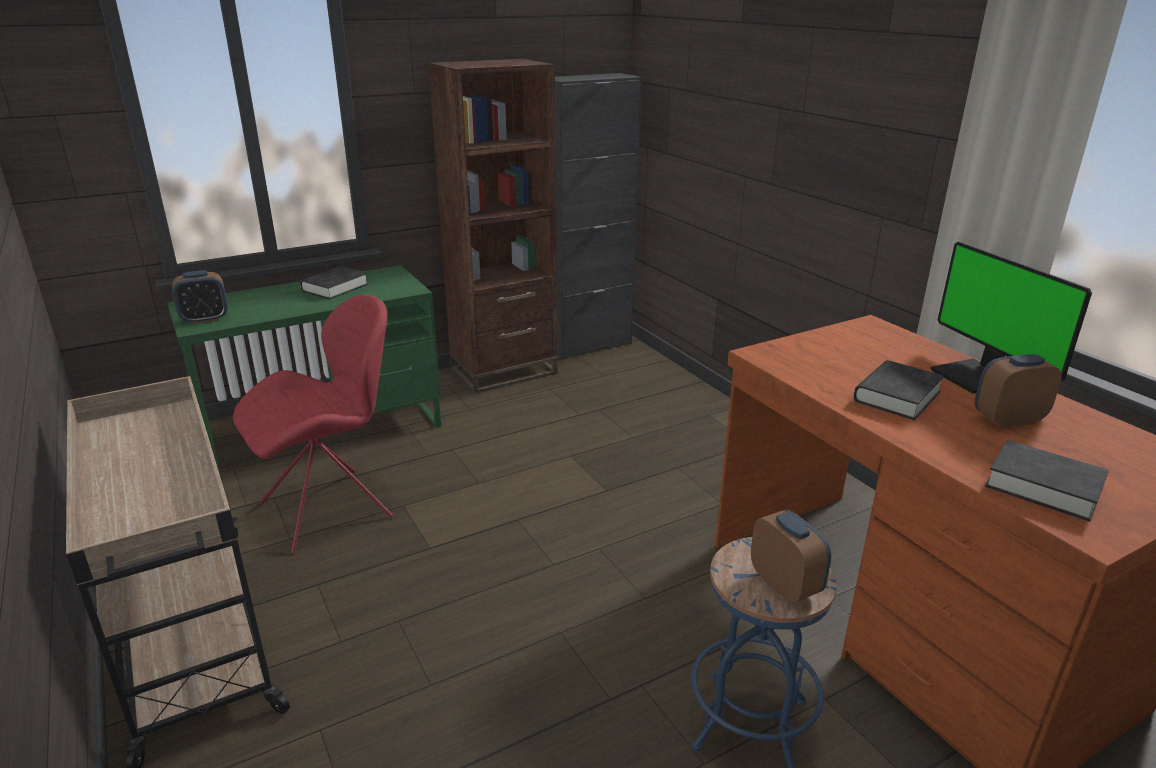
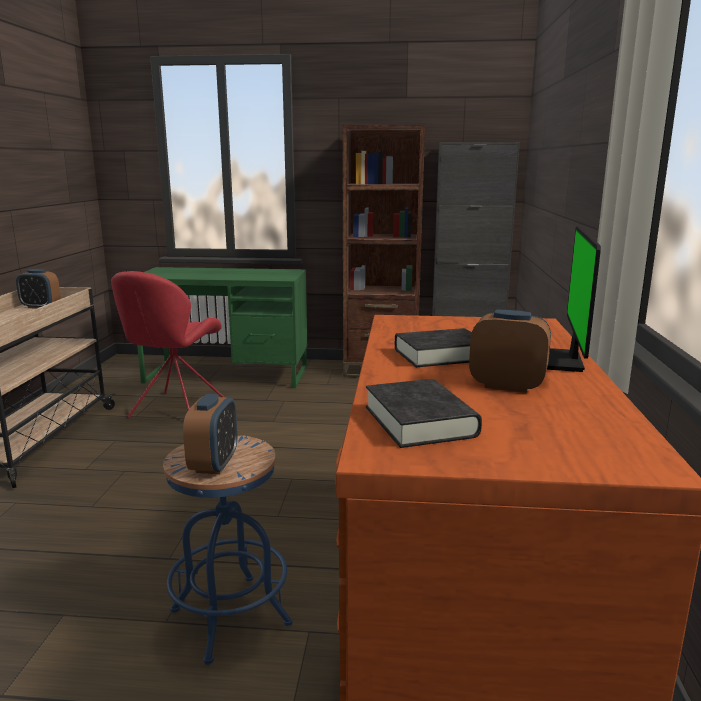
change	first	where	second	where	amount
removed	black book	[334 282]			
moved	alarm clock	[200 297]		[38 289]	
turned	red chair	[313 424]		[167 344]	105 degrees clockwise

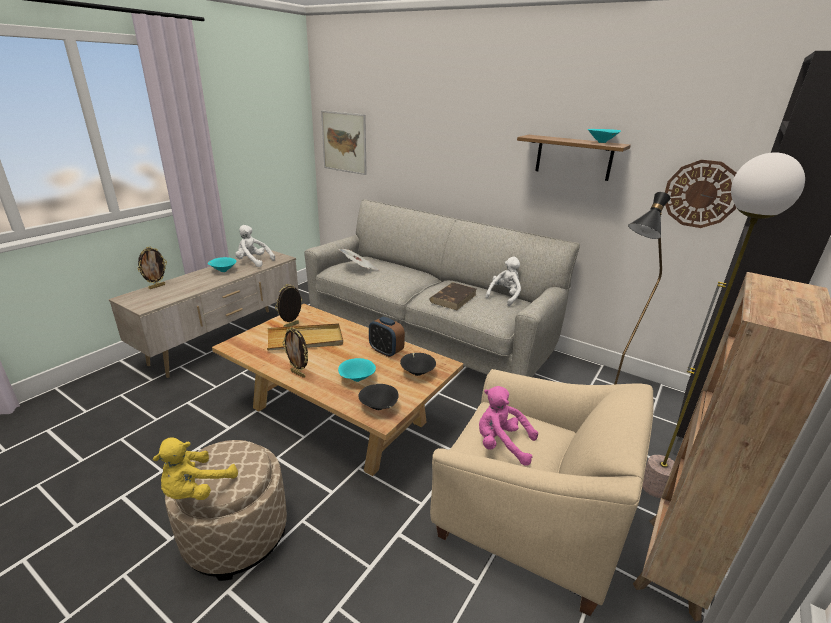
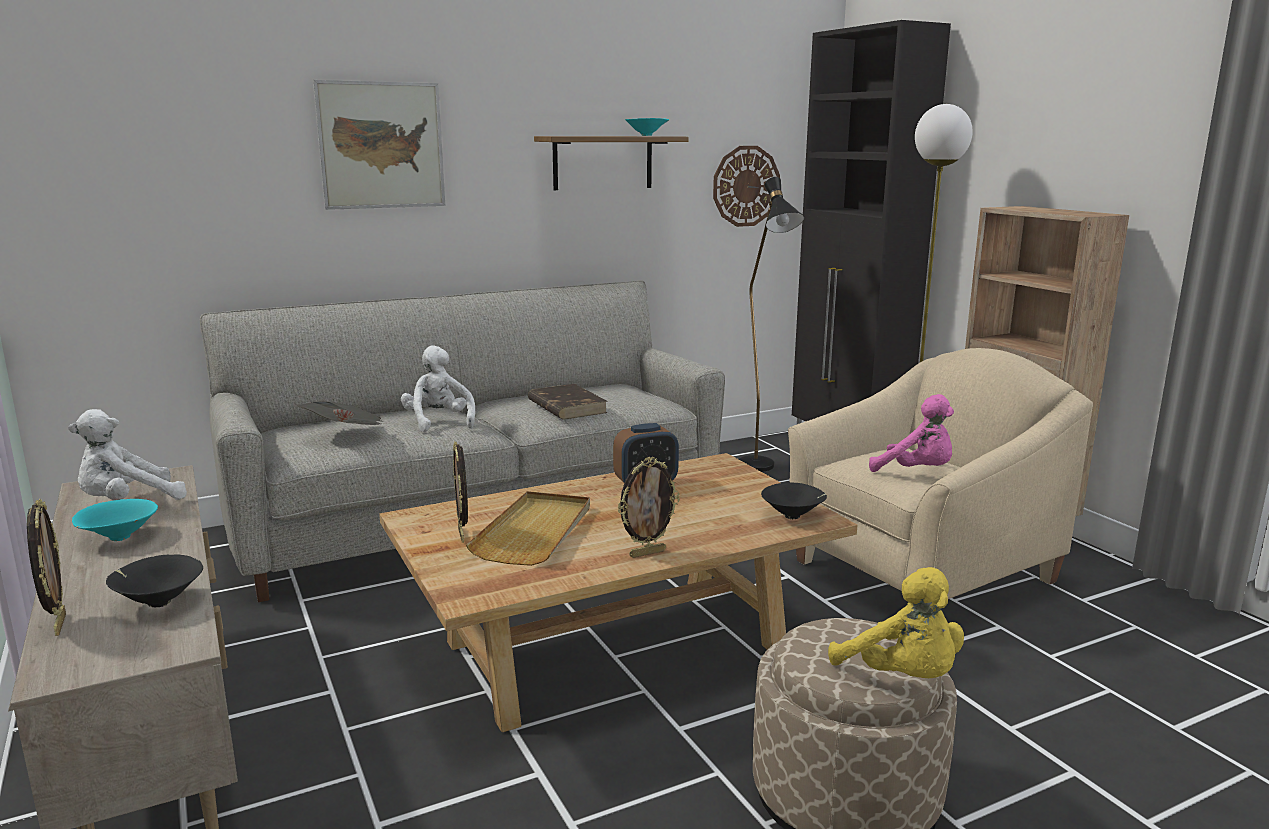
change	first	where	second	where	amount
removed	turquoise bowl	[357 370]			
moved	picture	[344 143]		[379 145]	
moved	black bowl	[418 364]		[154 580]	
moved	white plush toy	[503 281]		[438 388]	
turned	pink plush toy	[508 426]		[911 433]	105 degrees counterclockwise

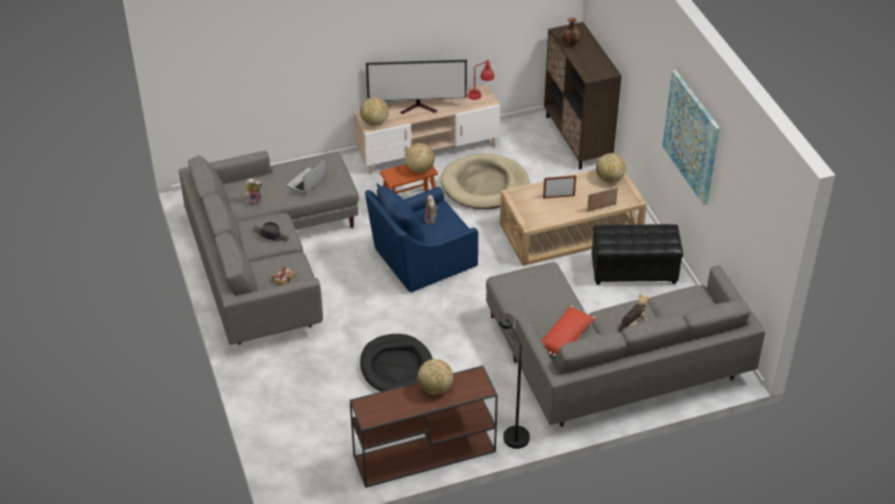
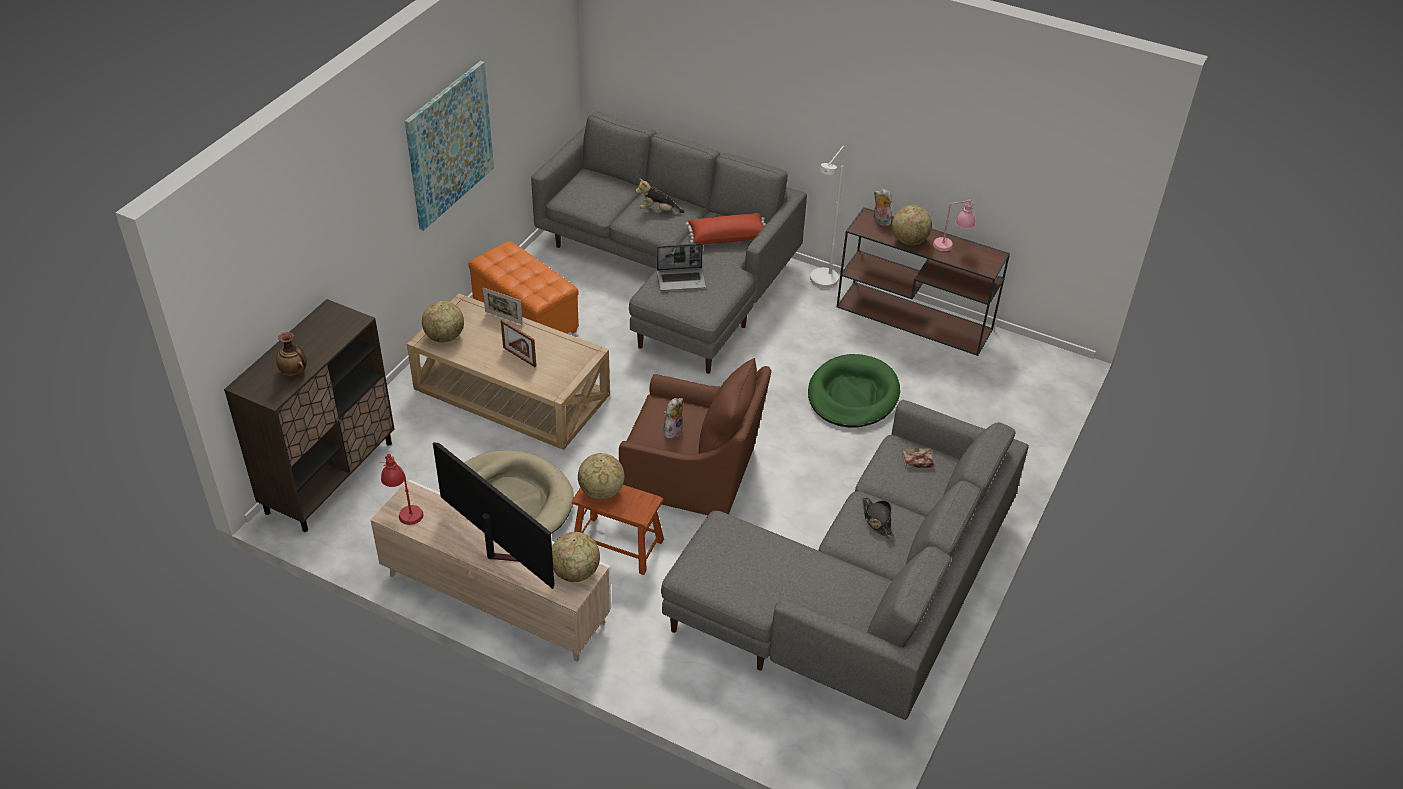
change	first	where	second	where	amount
added			pink table lamp	[954 224]	
moved	plush toy	[254 192]		[882 207]	
moved	laptop	[307 177]		[681 267]	
recoloured	black dog bed	[396 363]	green dog bed	[854 391]	
recoloured	blue armchair	[421 237]	brown armchair	[695 436]	
recoloured	black floor lamp	[514 381]	white floor lamp	[827 217]	
recoloured	black ottoman	[637 254]	orange ottoman	[523 287]	

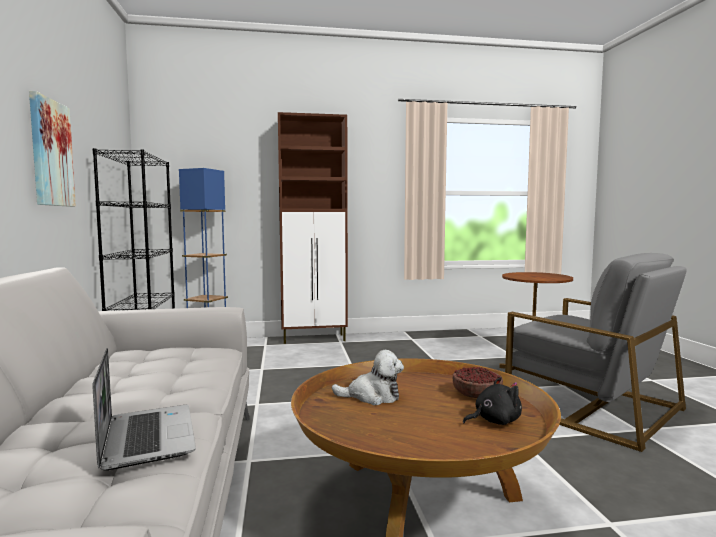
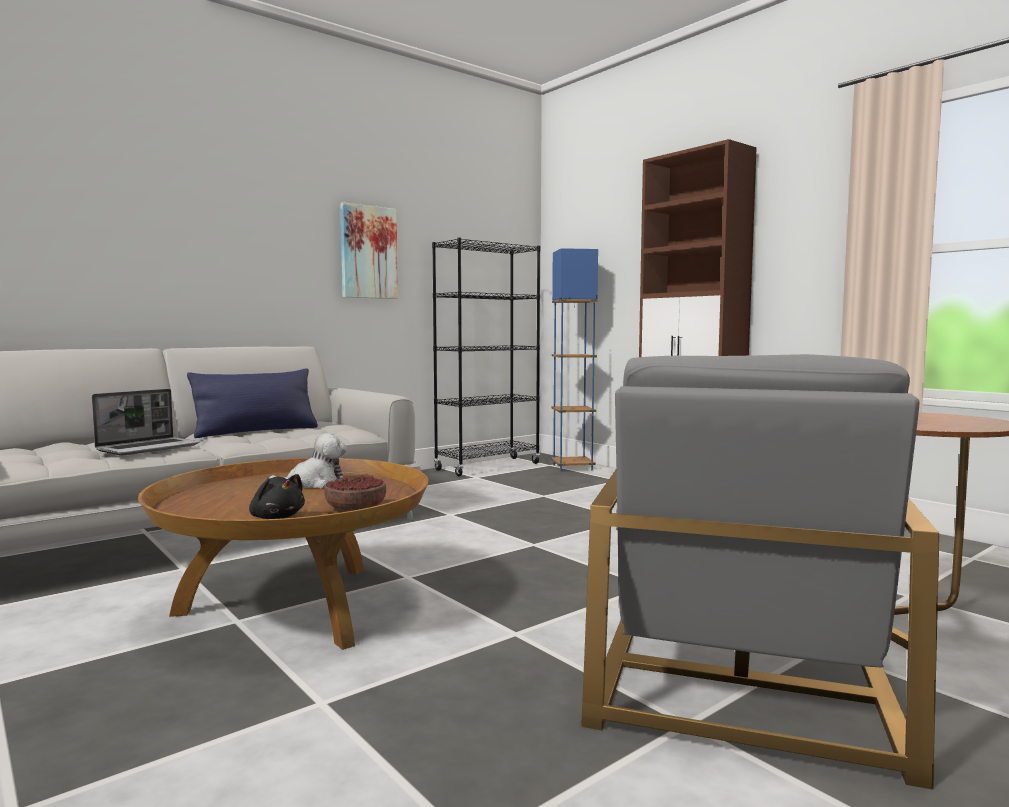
change	first	where	second	where	amount
added			blue pillow	[252 403]	
turned	plush toy	[368 377]		[308 460]	90 degrees counterclockwise

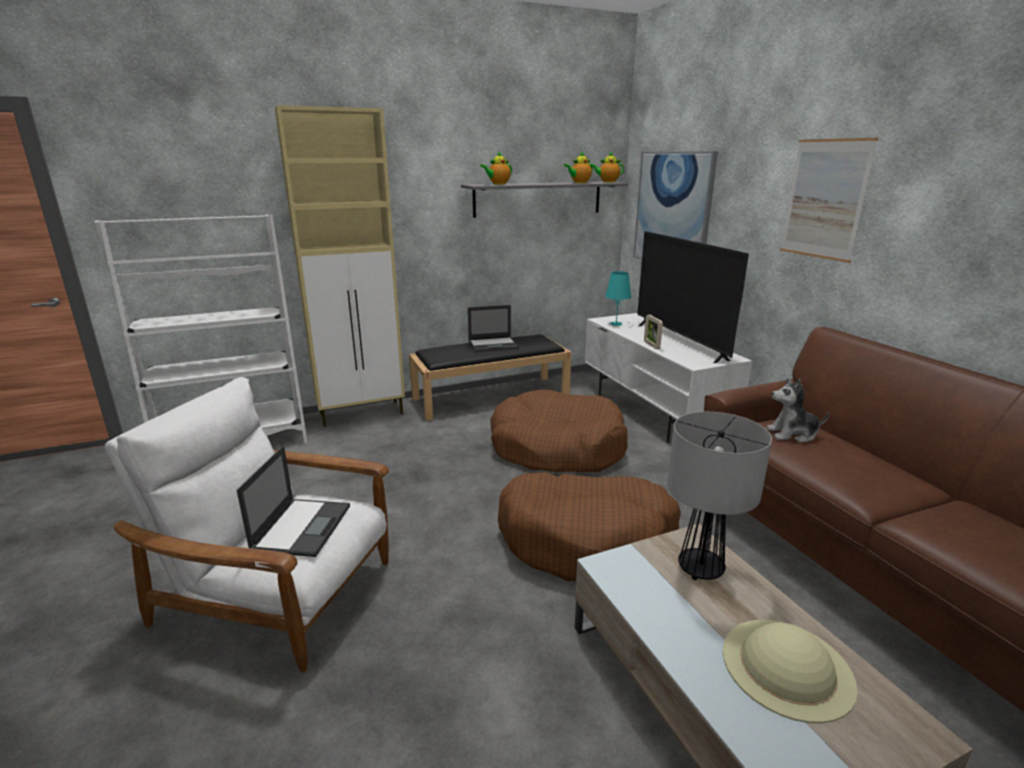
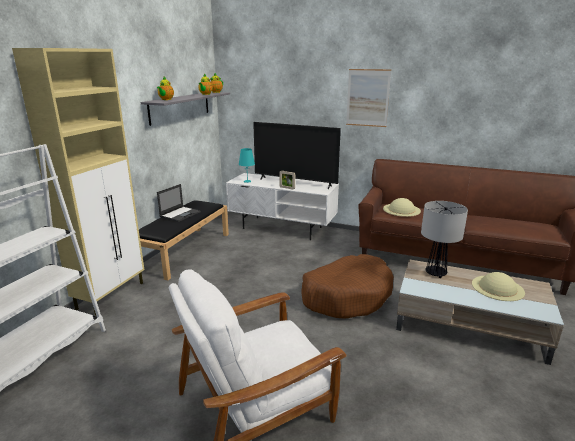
change	first	where	second	where	amount
removed	laptop	[293 501]			
removed	brown dog bed	[559 430]			
removed	picture	[675 205]			
replaced	plush toy	[798 410]	beige hat	[402 207]	

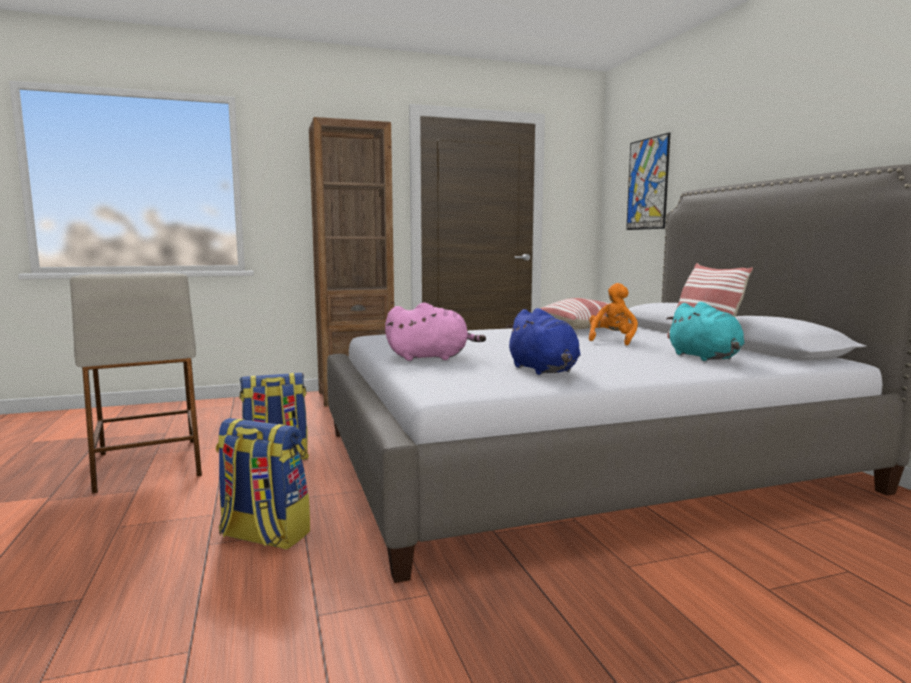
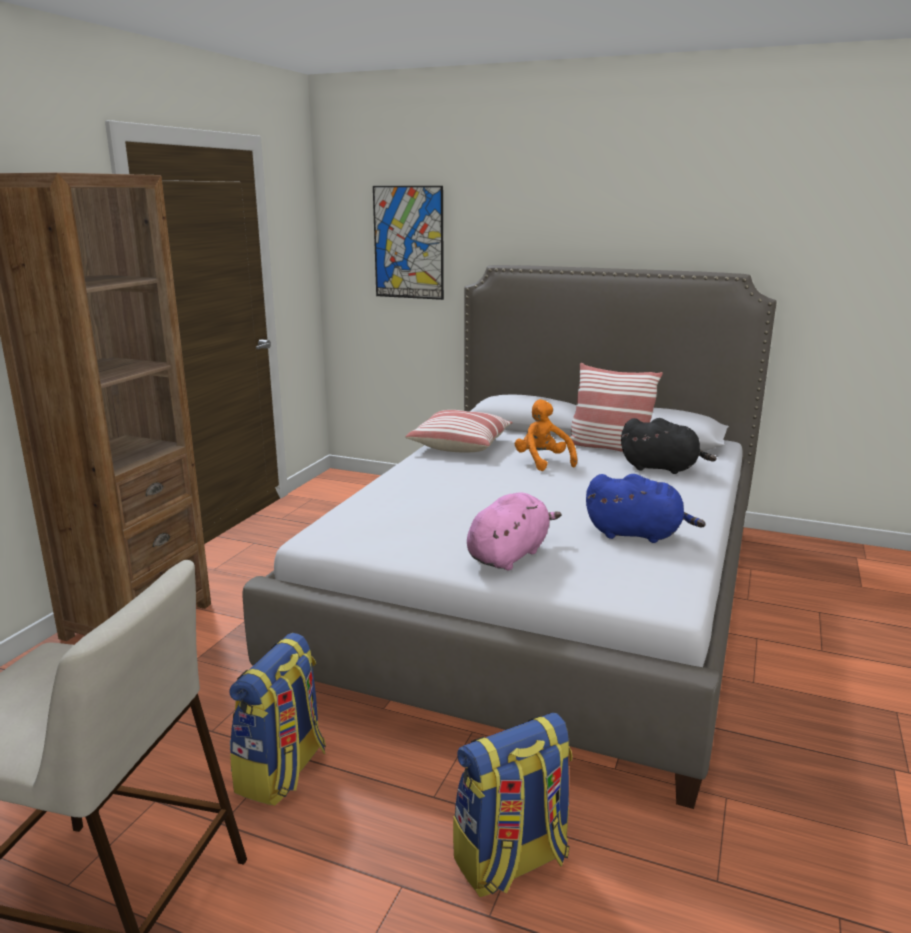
change	first	where	second	where	amount
recoloured	turquoise plush toy	[705 331]	black plush toy	[669 446]	

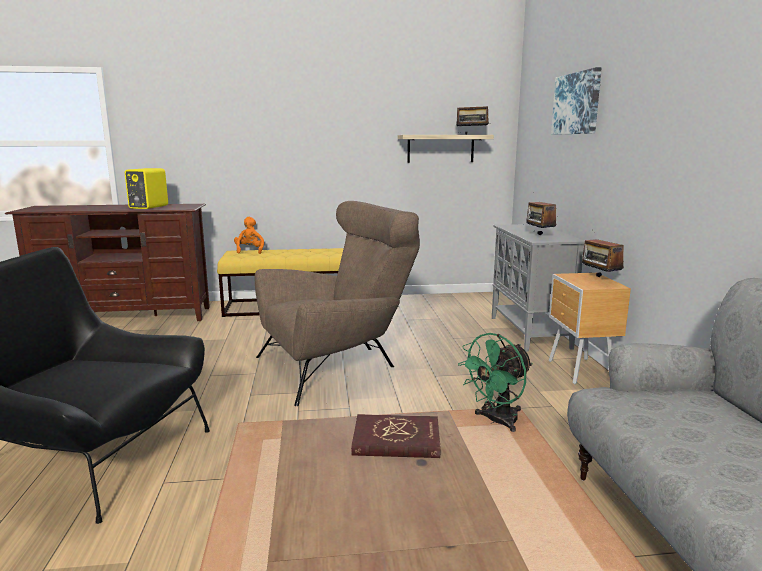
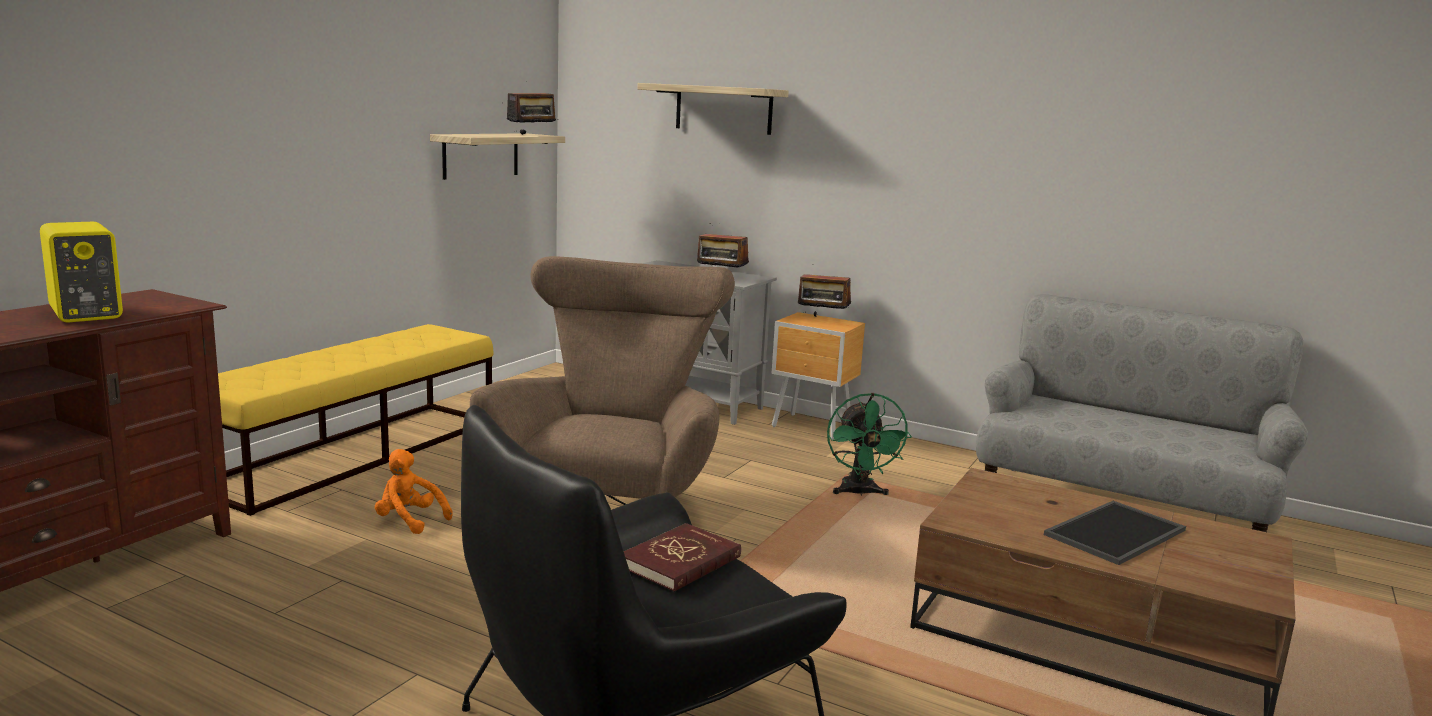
change	first	where	second	where	amount
added			tray	[1115 533]	
moved	orange plush toy	[249 235]		[414 491]	
moved	red book	[396 436]		[682 557]	
replaced	picture	[576 100]	shelf	[713 109]	

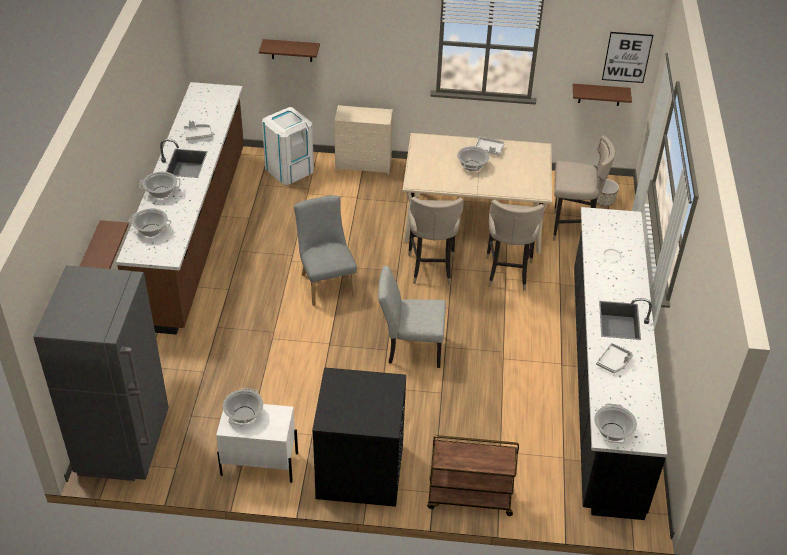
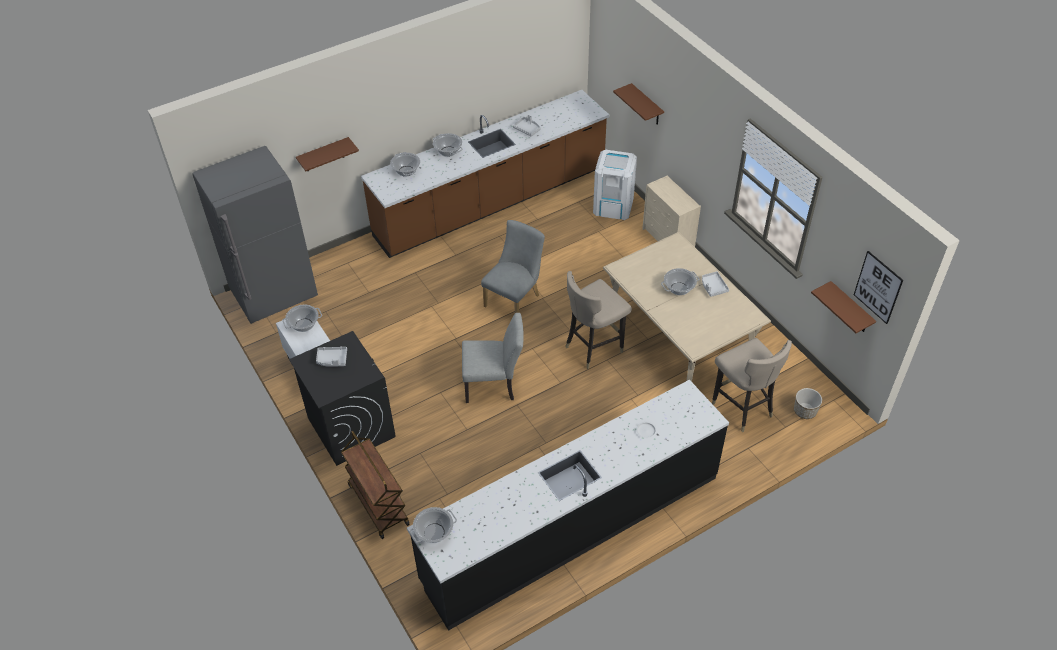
change	first	where	second	where	amount
removed	beige stool	[515 245]			
moved	grey tray	[615 358]		[331 357]	
turned	grey chair	[412 317]		[493 358]	120 degrees clockwise

